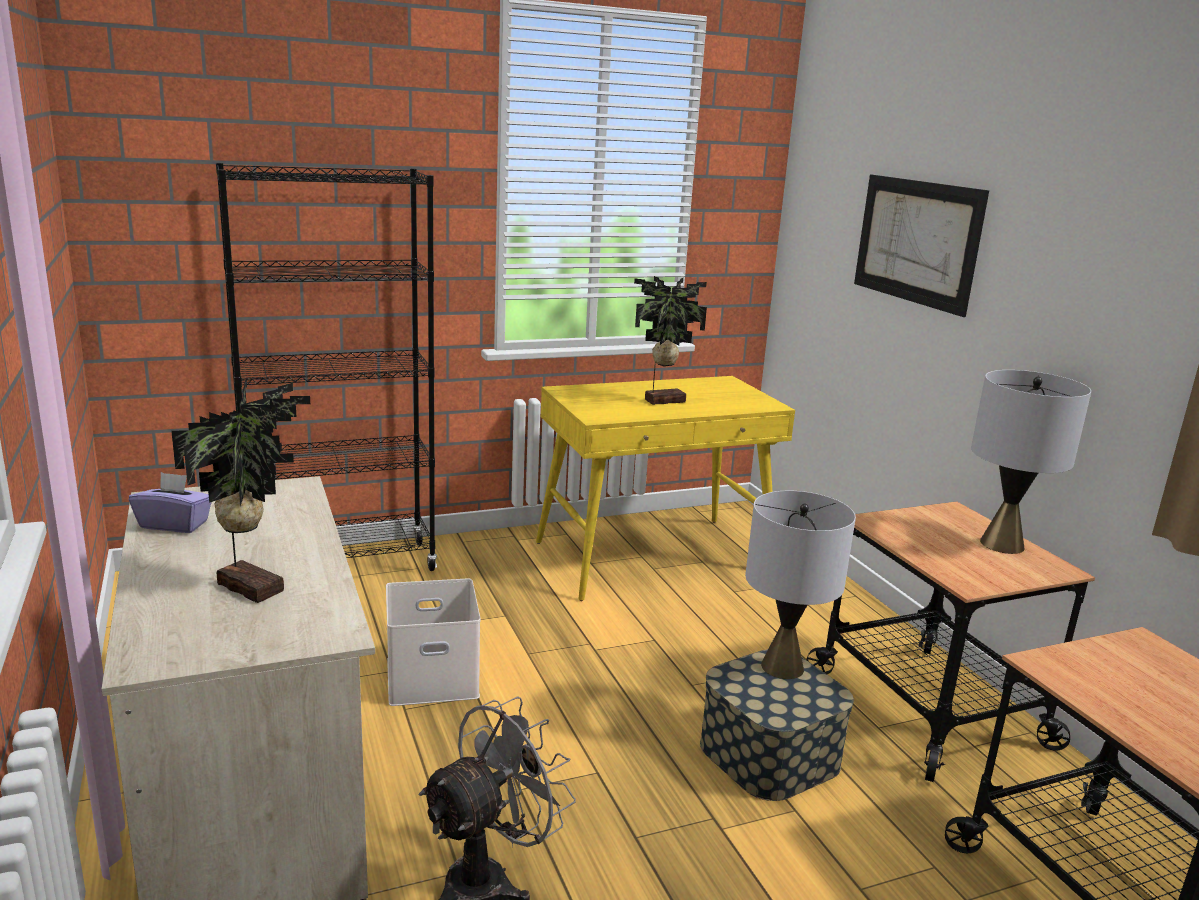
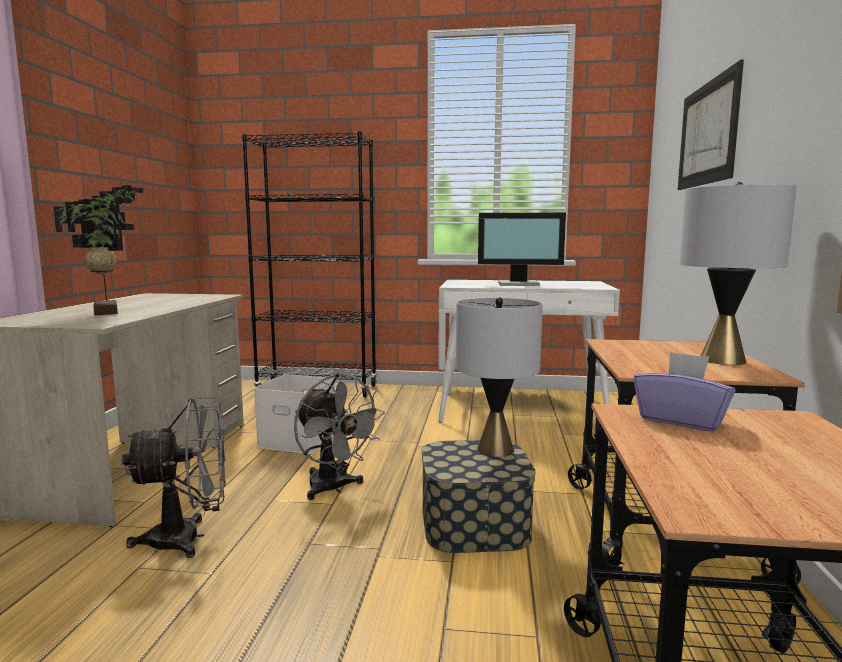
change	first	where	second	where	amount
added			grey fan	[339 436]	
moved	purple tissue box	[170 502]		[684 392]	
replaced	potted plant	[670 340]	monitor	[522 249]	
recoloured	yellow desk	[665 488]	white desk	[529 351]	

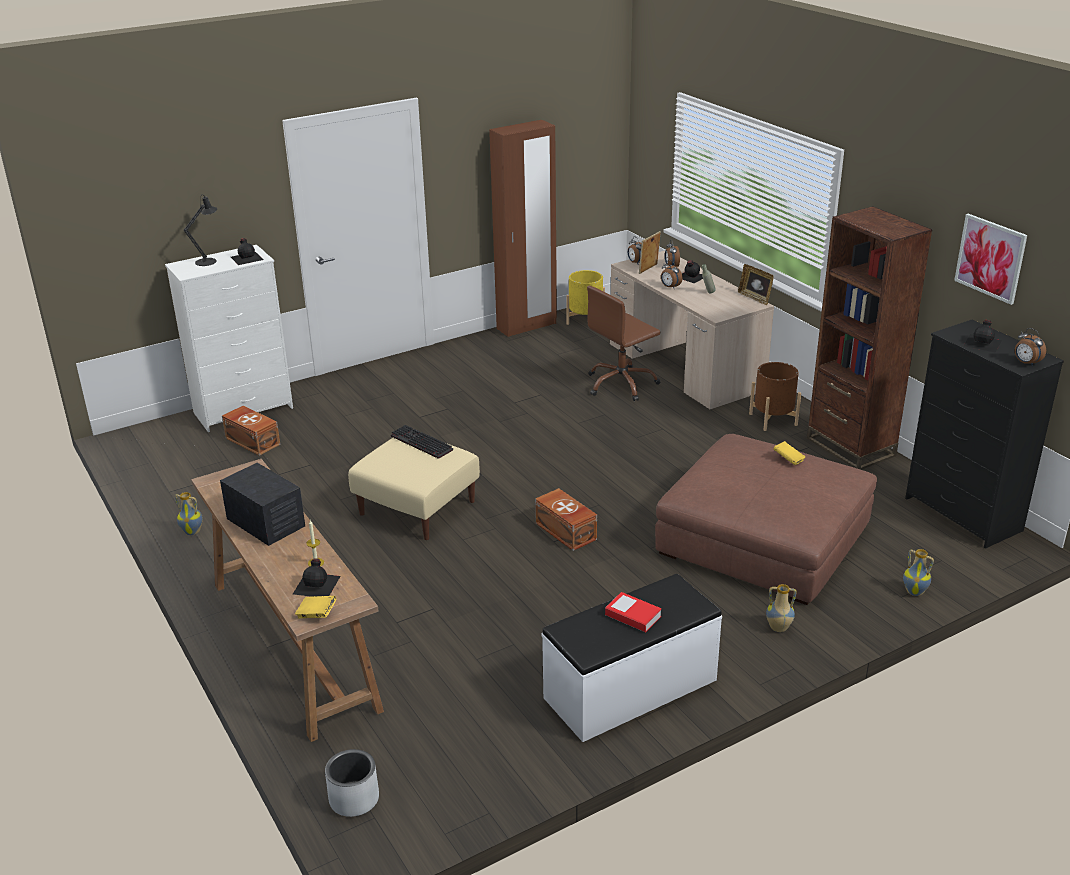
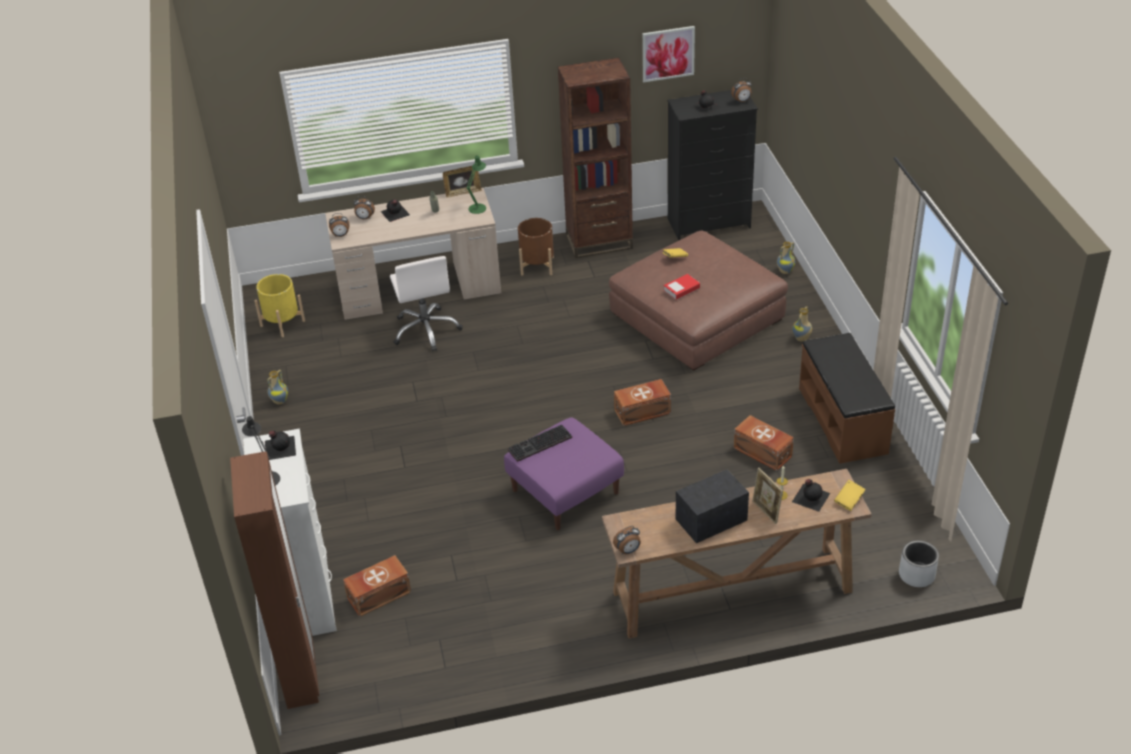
change	first	where	second	where	amount
added			green table lamp	[476 184]	
added			brown storage box	[764 443]	
moved	vase	[189 513]		[277 387]	
moved	brown wardrobe	[523 228]		[274 580]	
moved	book	[633 612]		[682 287]	
moved	picture frame	[650 252]		[767 496]	
moved	alarm clock	[672 274]		[627 540]	
recoloured	beige ottoman	[414 489]	purple ottoman	[564 473]	
recoloured	white bench	[632 658]	brown bench	[847 398]	
recoloured	brown office chair	[623 343]	white office chair	[426 304]	

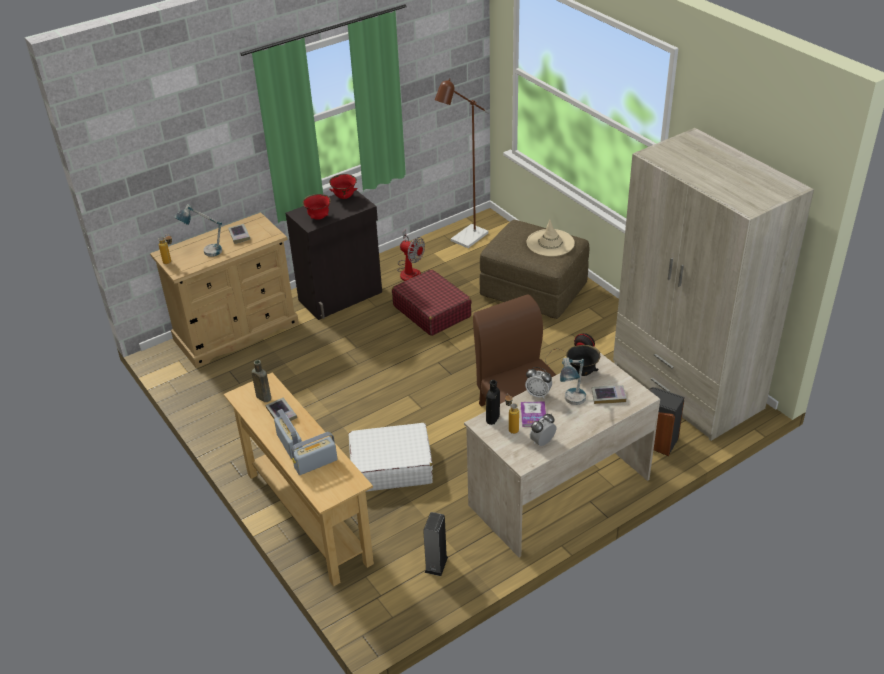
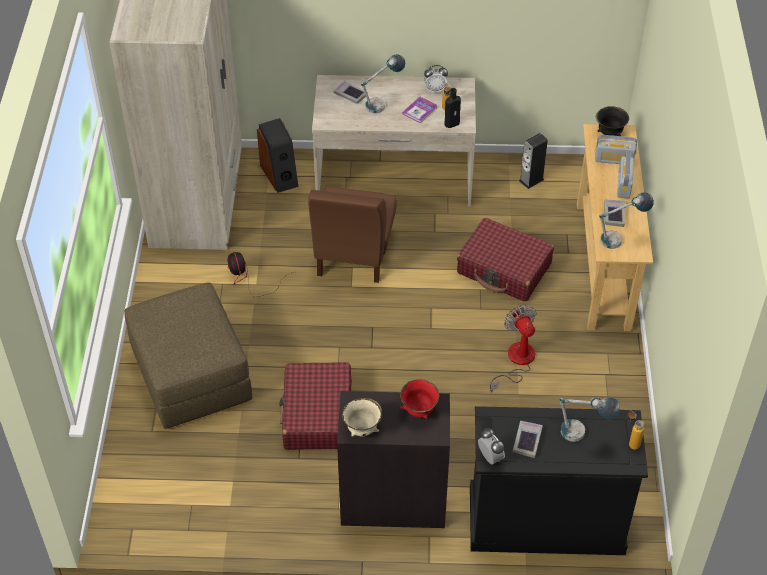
change	first	where	second	where	amount
removed	brown floor lamp	[462 163]			
removed	beige hat	[551 237]			
moved	fan	[411 255]		[513 349]	
moved	alarm clock	[538 382]		[491 446]	
moved	black bowl	[583 360]		[612 121]	
replaced	brown bottle	[261 381]	table lamp	[626 221]	
recoloured	beige dresser	[224 290]	black dresser	[559 480]	
recoloured	red bowl	[343 186]	beige bowl	[362 417]	
recoloured	white suitcase	[391 457]	red suitcase	[505 260]	

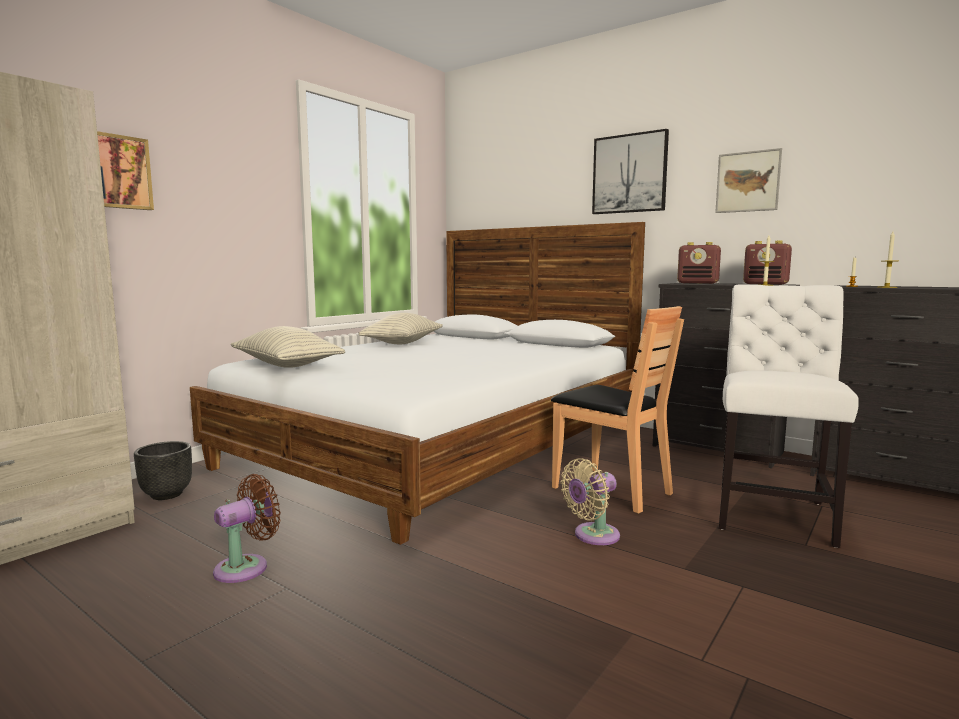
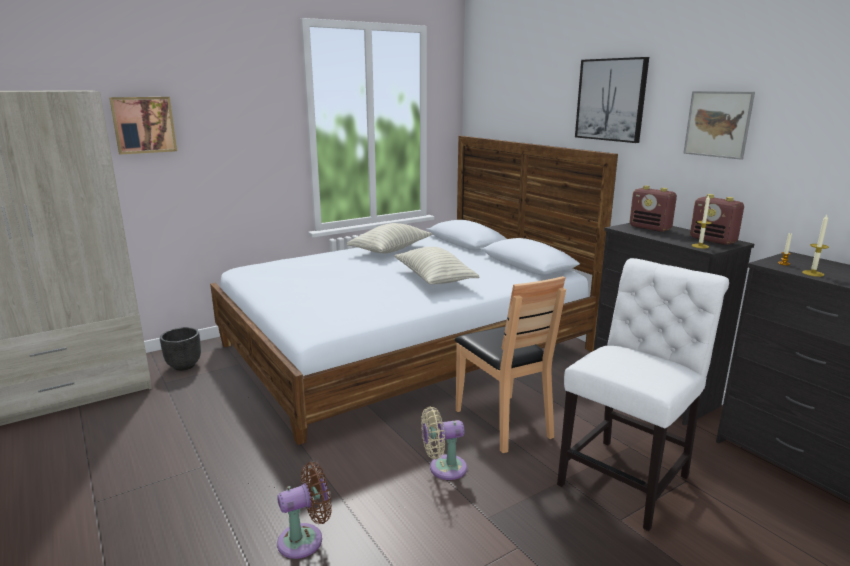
change	first	where	second	where	amount
moved	brown fan	[247 528]		[304 510]	
moved	pillow	[288 347]		[436 265]	

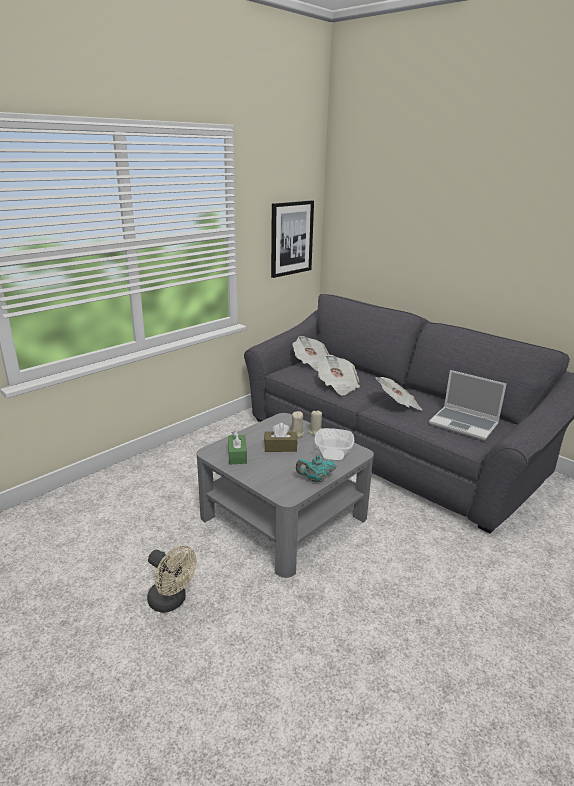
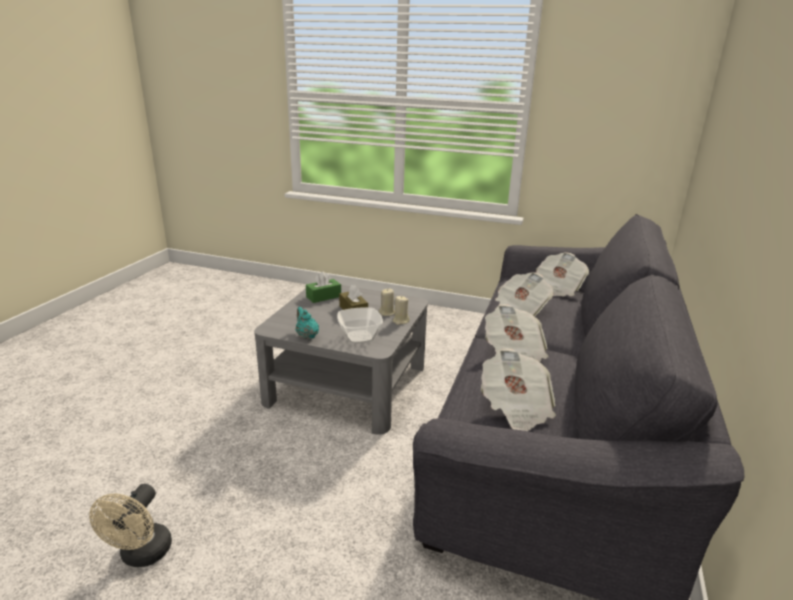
change	first	where	second	where	amount
removed	picture	[292 239]			
moved	beige fan	[171 579]		[130 525]	
replaced	laptop	[467 405]	newspaper	[518 389]	

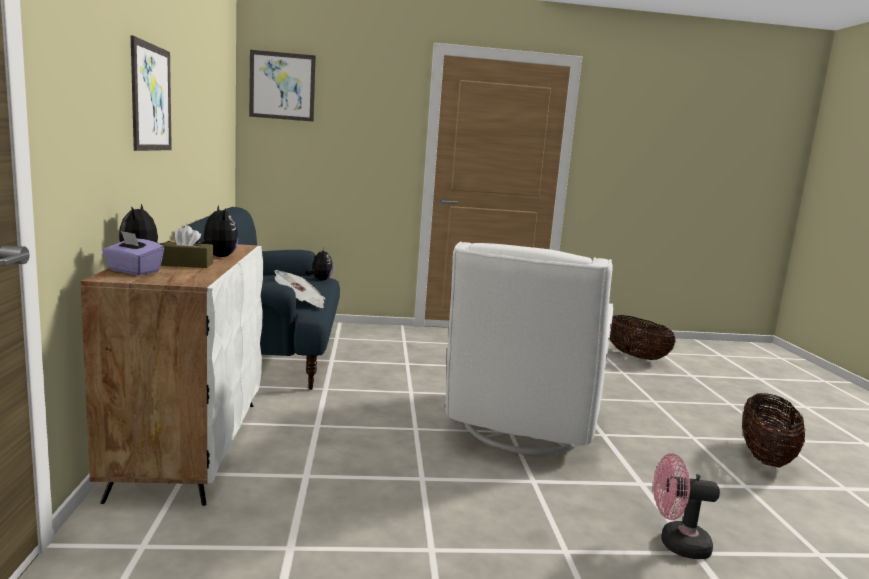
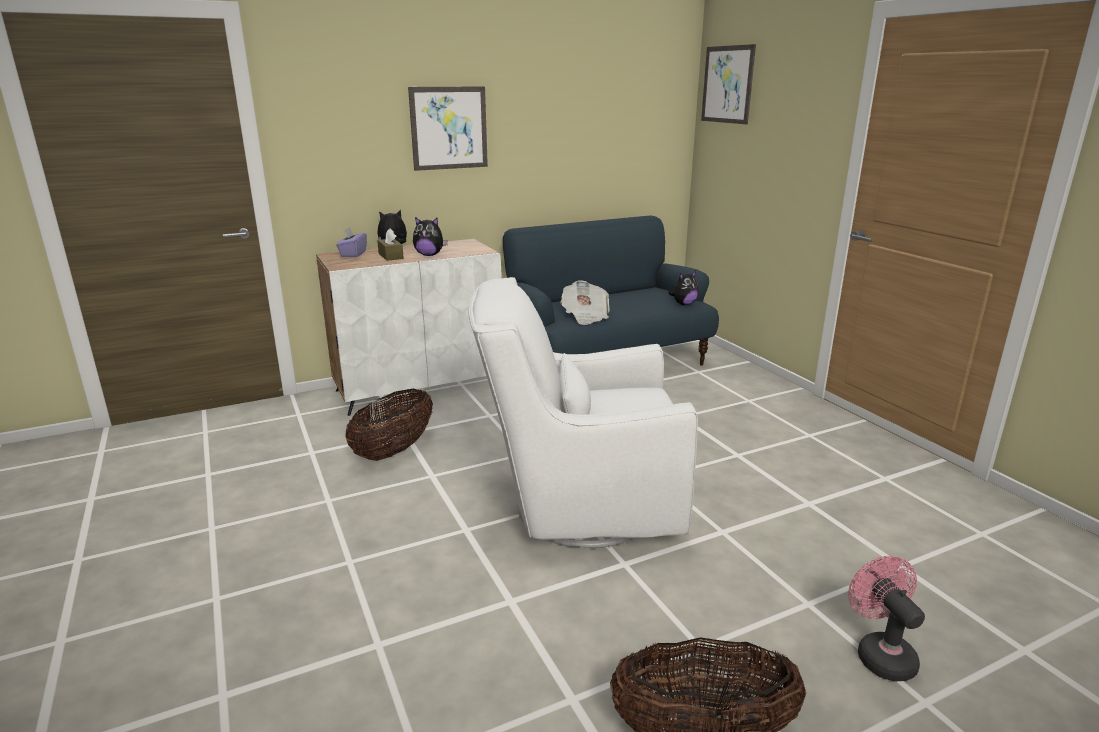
change	first	where	second	where	amount
moved	basket	[643 337]		[389 424]	
moved	pink fan	[687 506]		[886 619]	
turned	plush toy	[217 231]		[430 236]	60 degrees clockwise

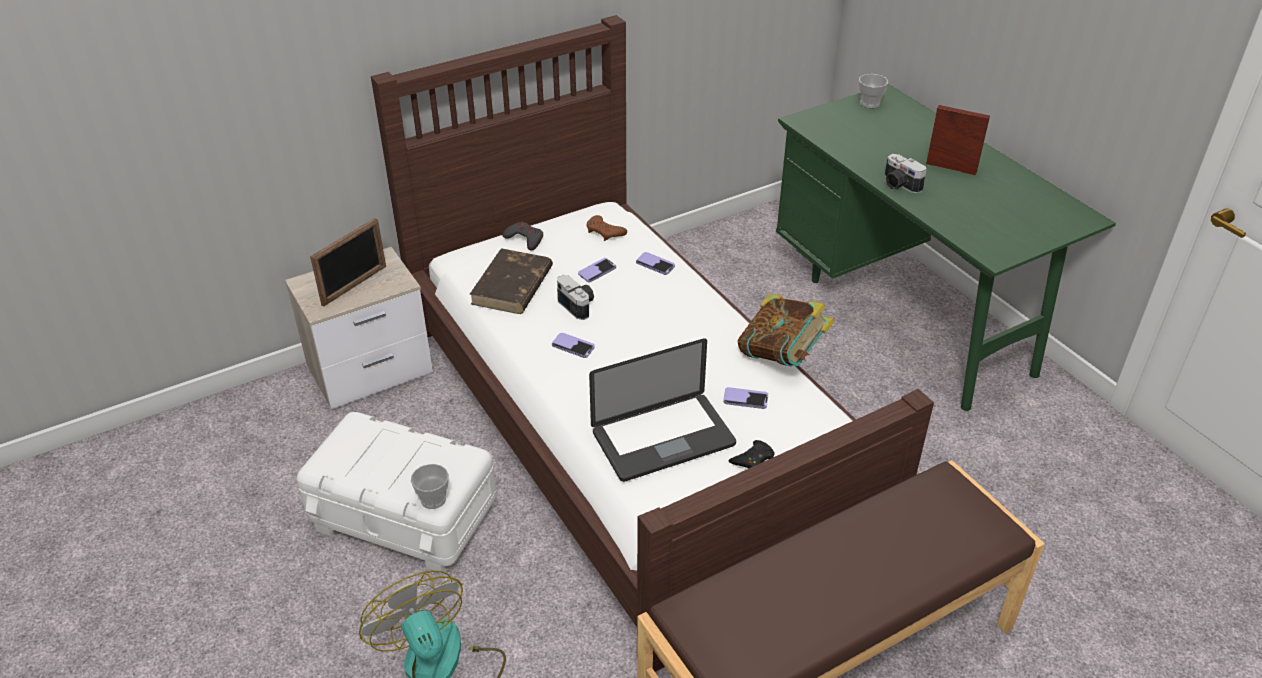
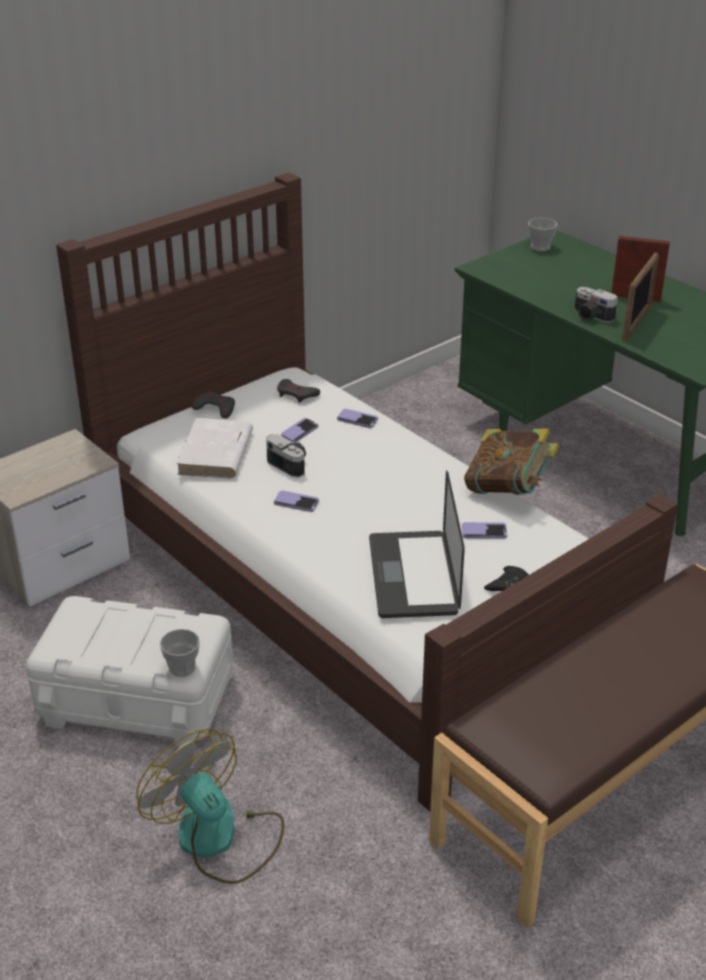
change	first	where	second	where	amount
moved	picture frame	[348 262]		[640 297]	
recoloured	brown book	[511 281]	white book	[214 448]	
recoloured	brown game controller	[607 228]	grey game controller	[298 391]	
turned	laptop	[662 410]		[417 544]	120 degrees clockwise

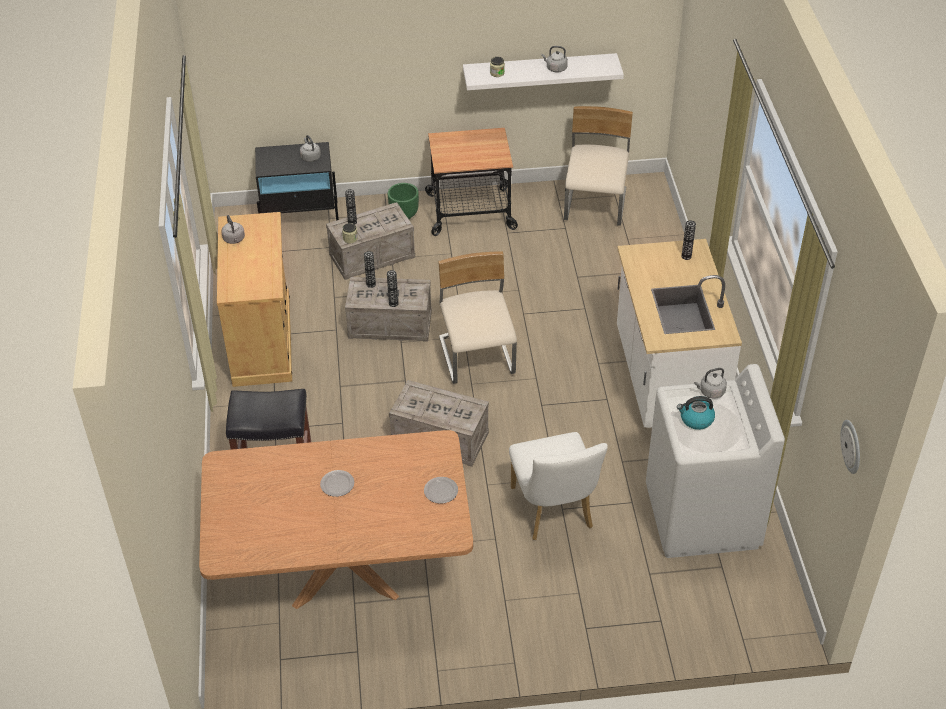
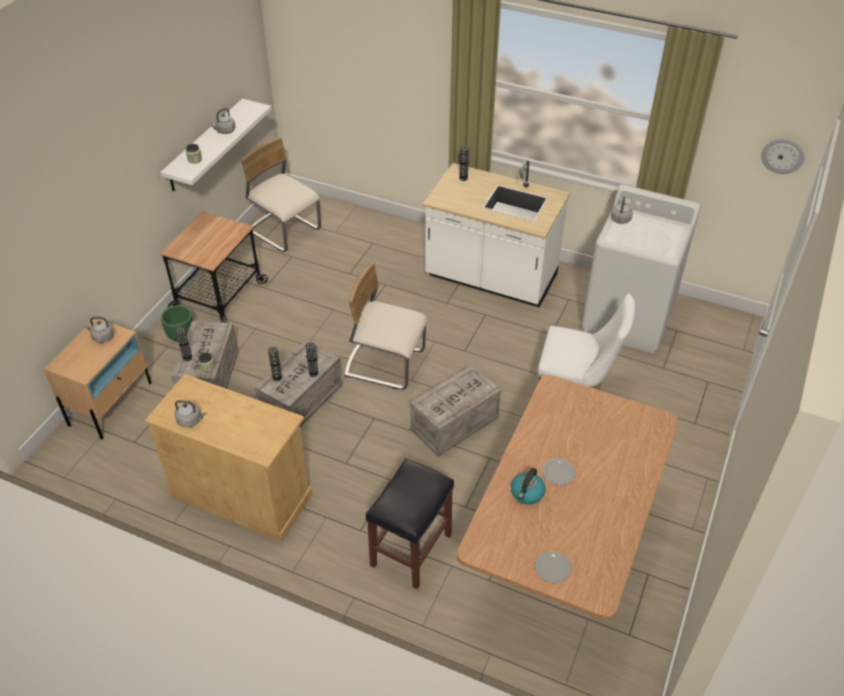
change	first	where	second	where	amount
moved	plate	[441 490]		[553 567]	
moved	kettle	[696 413]		[528 486]	
recoloured	black nightstand	[297 181]	beige nightstand	[98 379]	

